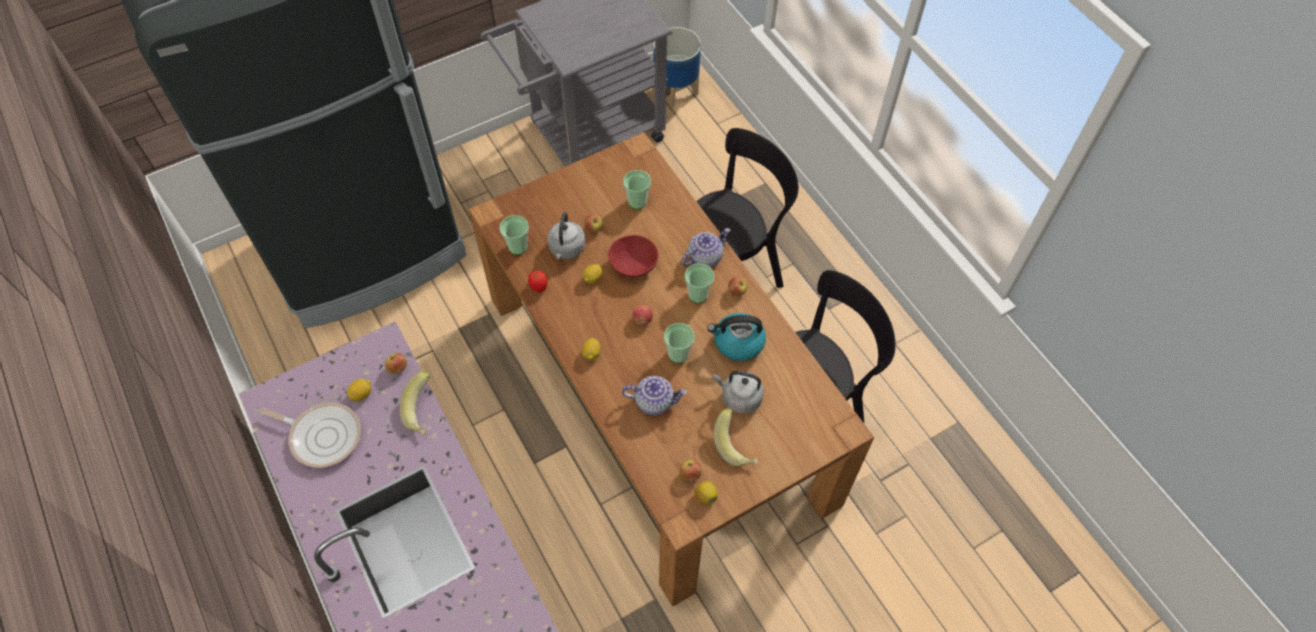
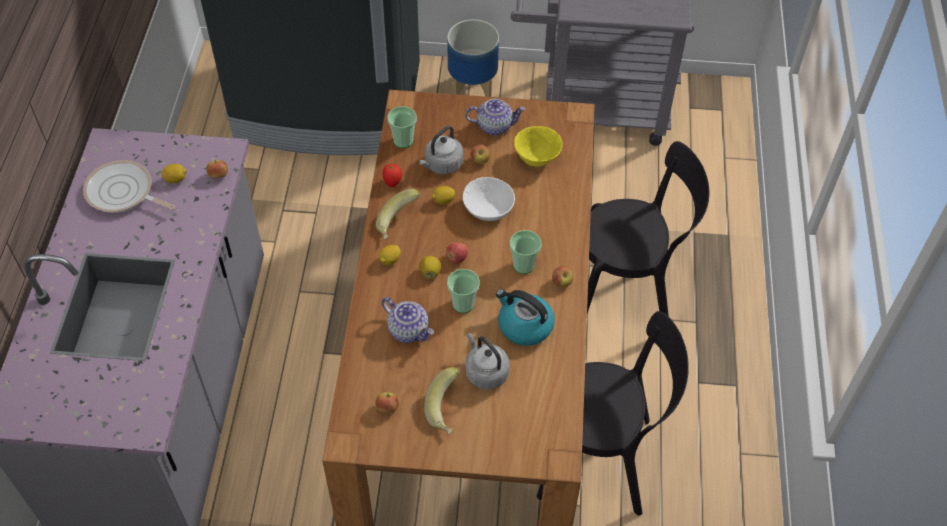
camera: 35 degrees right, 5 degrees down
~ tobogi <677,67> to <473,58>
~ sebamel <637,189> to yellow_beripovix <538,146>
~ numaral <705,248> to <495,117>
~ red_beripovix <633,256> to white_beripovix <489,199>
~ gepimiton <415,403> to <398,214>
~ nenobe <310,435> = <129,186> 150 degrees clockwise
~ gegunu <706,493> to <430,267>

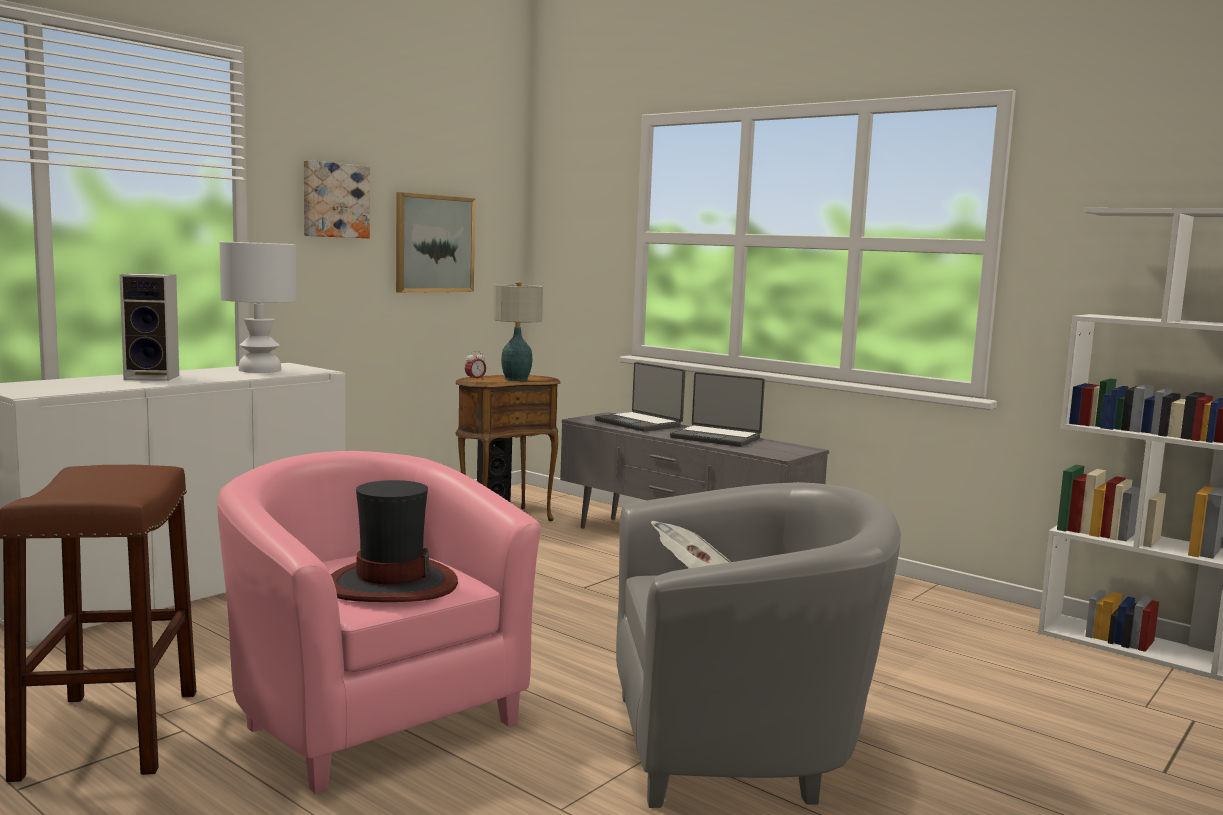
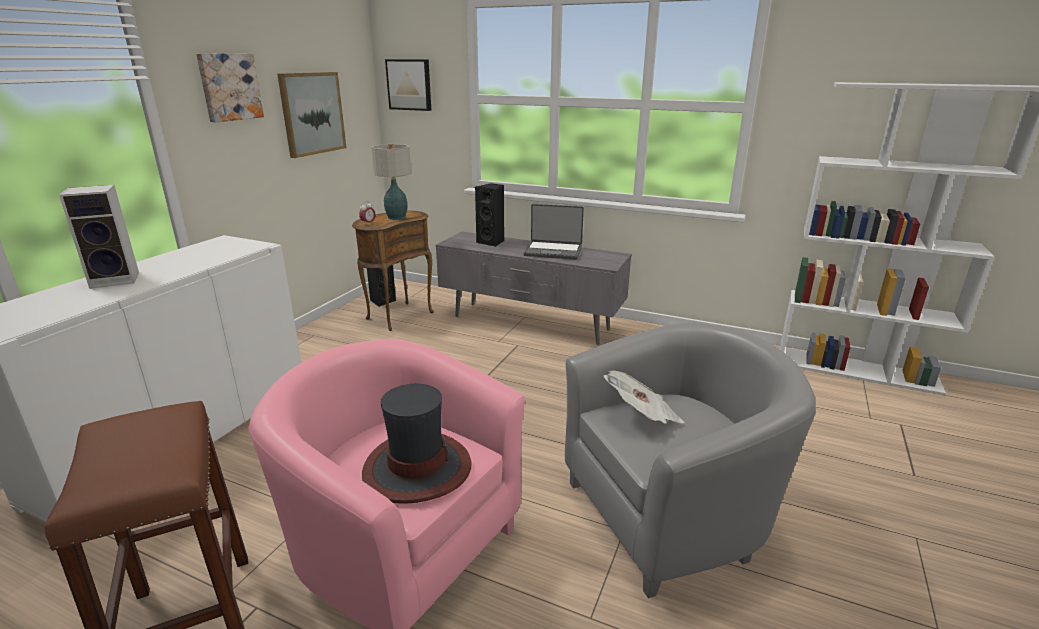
camera: 15 degrees left, 15 degrees up
- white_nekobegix <258,307>
~ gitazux <640,397> to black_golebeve <490,215>
+ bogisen <408,85>

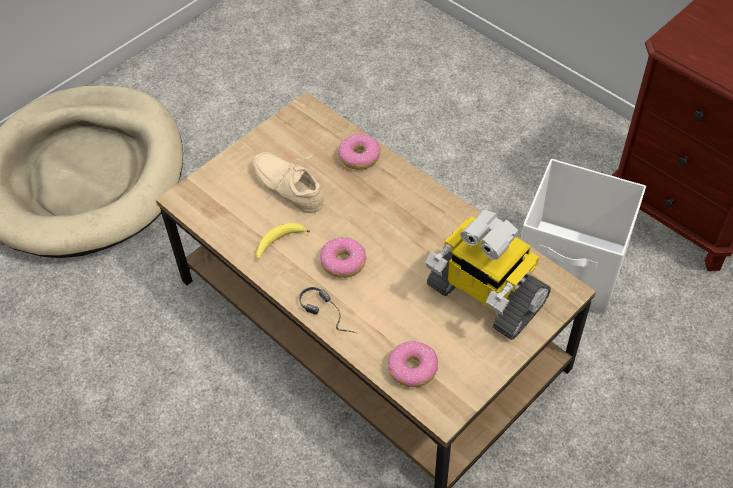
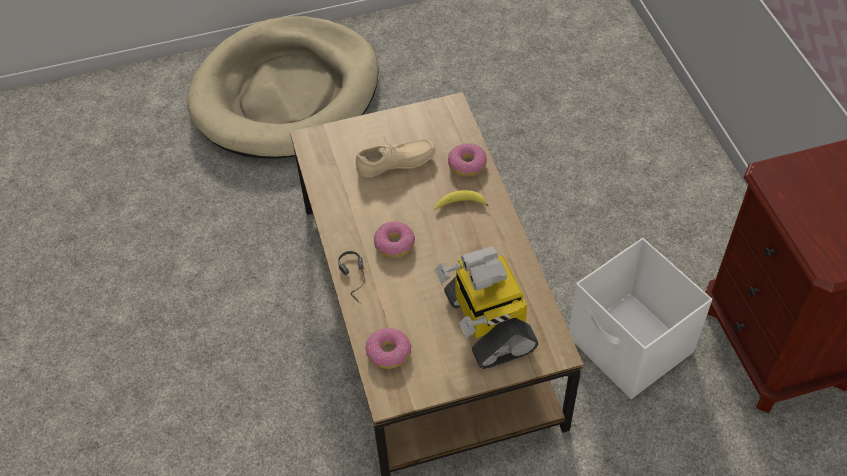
camera: 30 degrees right, 0 degrees up
~ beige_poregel <288,182> = <396,157> 90 degrees clockwise
~ gepimiton <283,241> to <461,200>

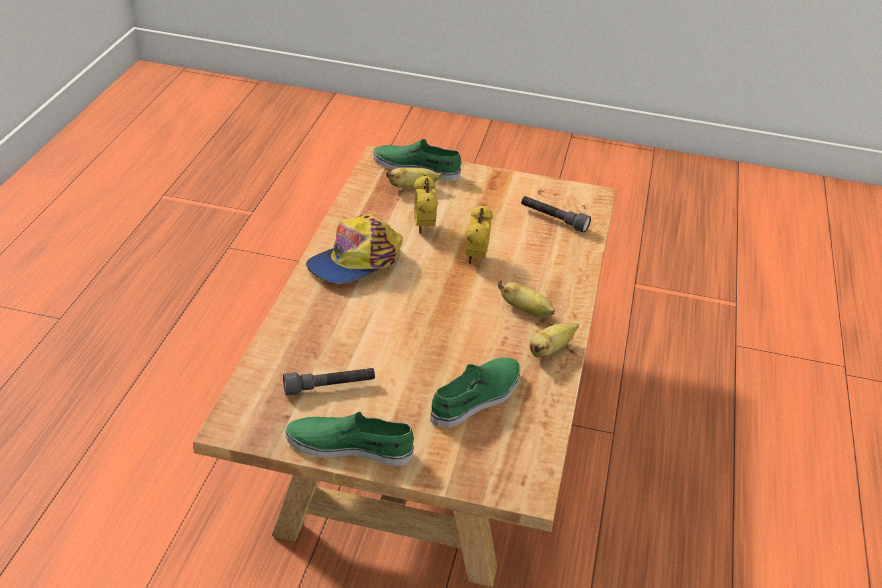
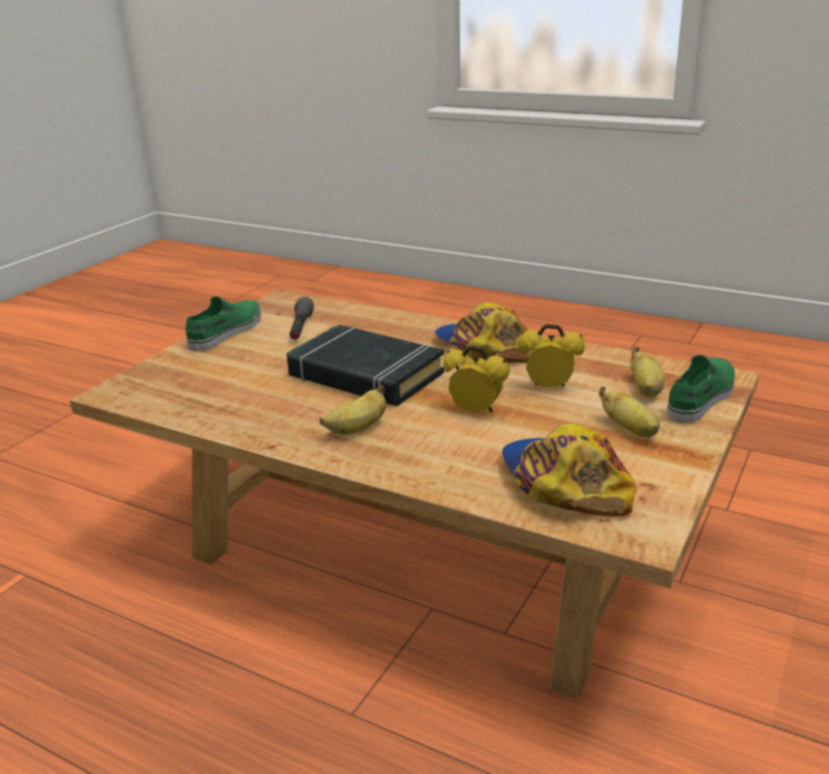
camera: 110 degrees right, 10 degrees down
~ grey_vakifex <556,214> to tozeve <569,470>
~ gepimiton <554,340> to <629,411>
- green_poregel <475,393>
+ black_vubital <365,365>

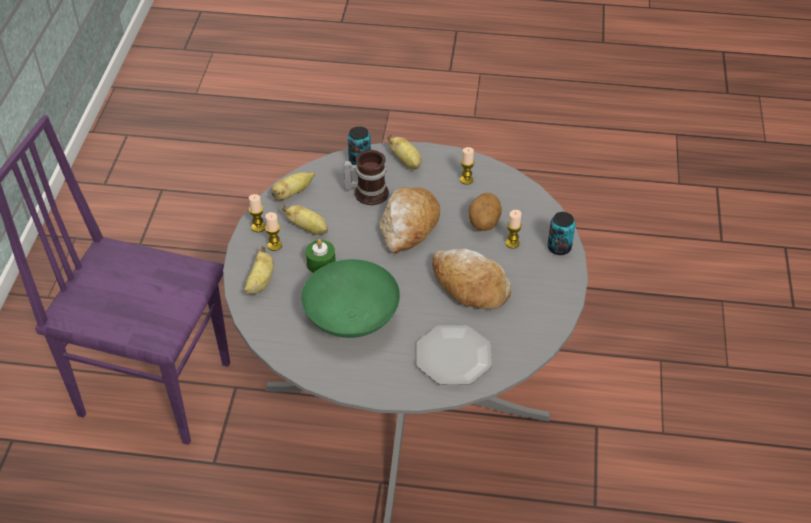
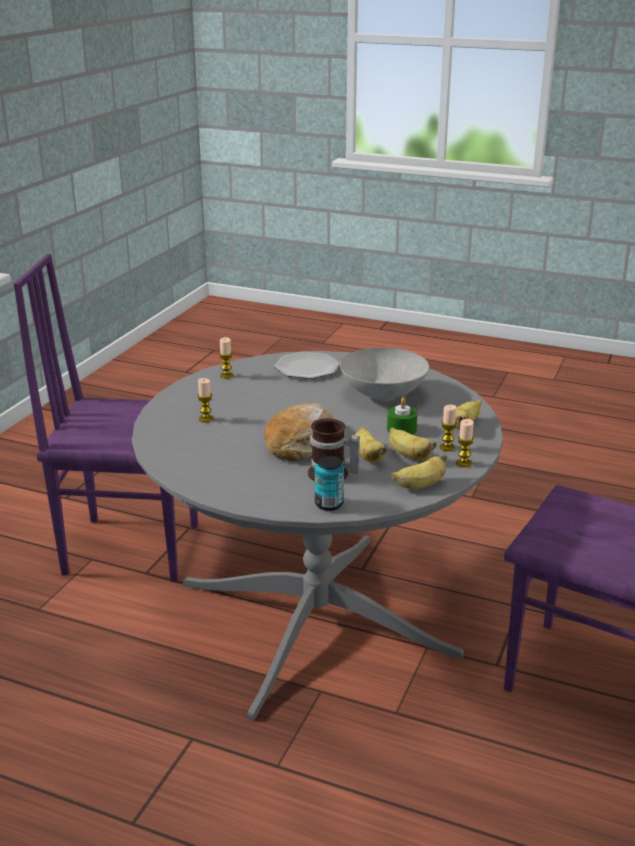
camera: 165 degrees left, 20 degrees down
~ gepimiton <404,151> to <371,444>
~ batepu <467,166> to <226,358>
- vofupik <485,212>
- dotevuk <561,233>
- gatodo <471,279>
~ green_beripovix <350,298> to grey_beripovix <384,374>
+ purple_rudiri <105,418>

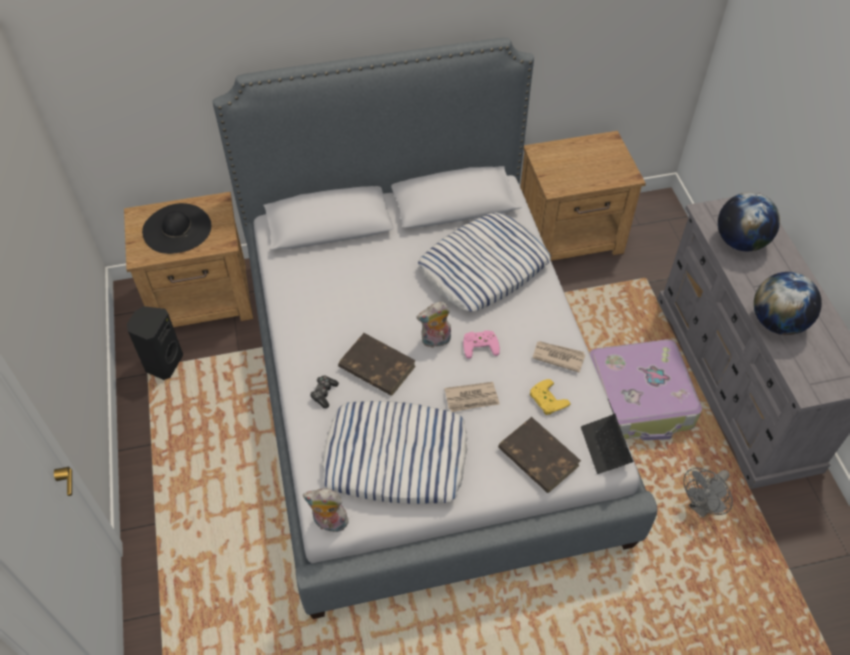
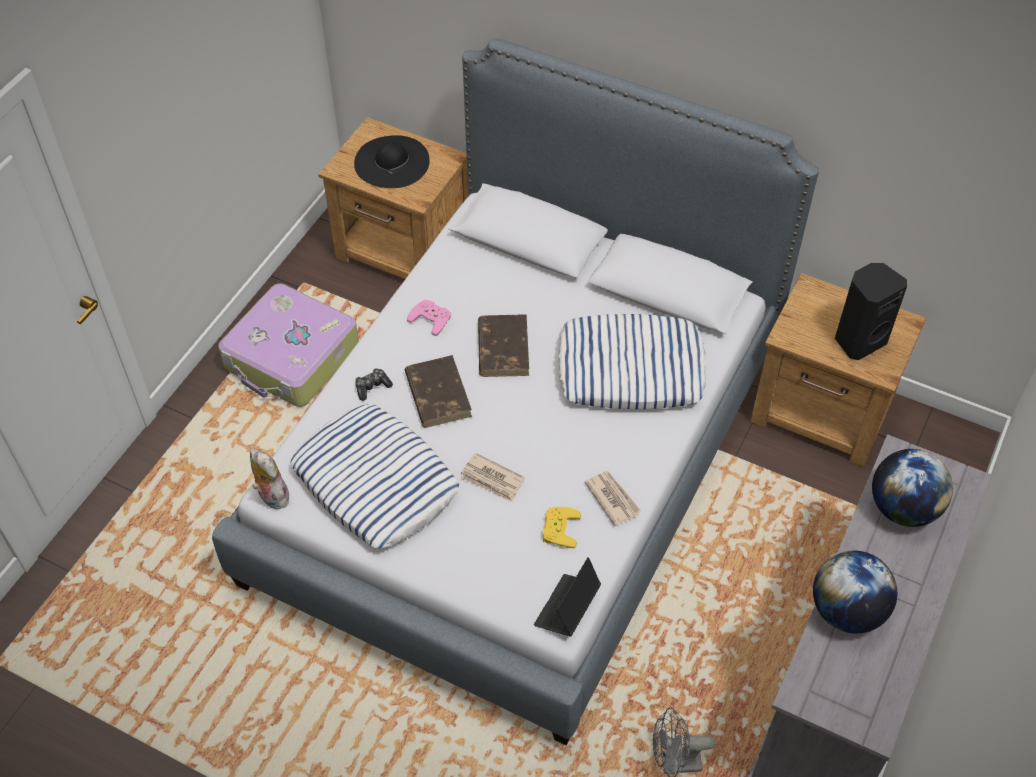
camera: 40 degrees right, 0 degrees up
- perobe <434,325>
~ black_golebeve <155,343> to <871,311>
~ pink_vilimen <481,344> to <429,318>
~ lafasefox <645,389> to <288,345>
~ brown_vubital <539,455> to <503,345>

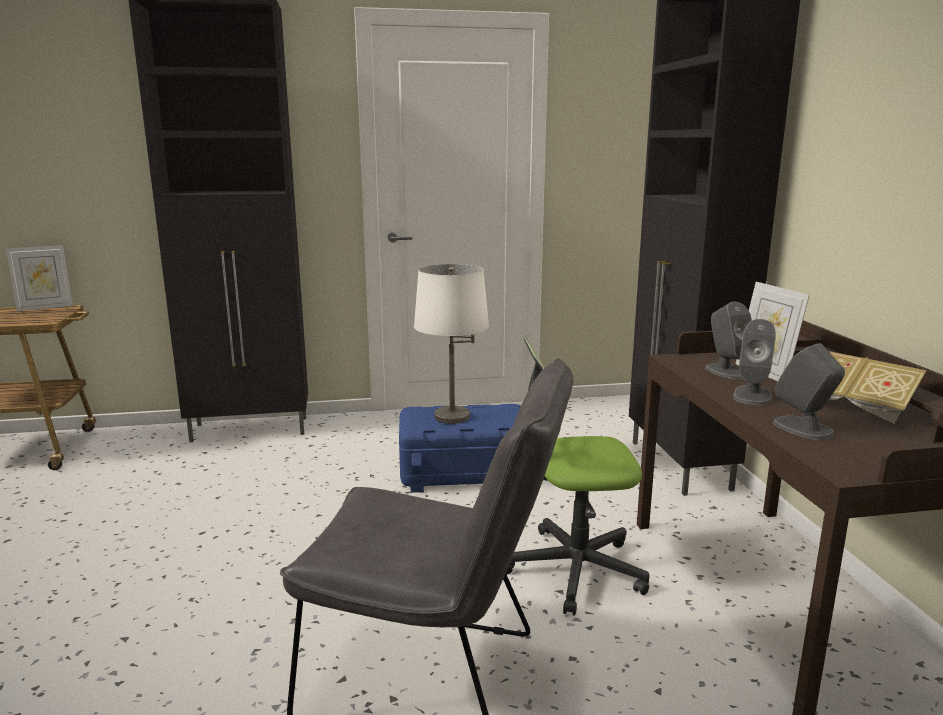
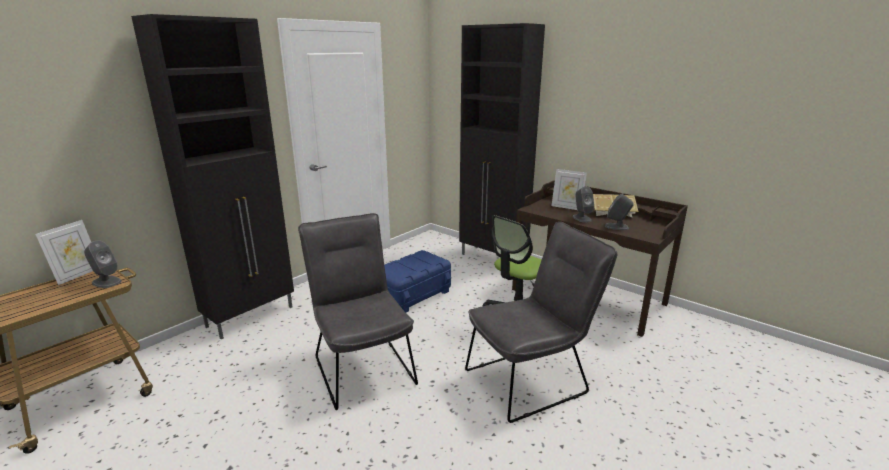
camera: 40 degrees left, 5 degrees up
- white_nekobegix <451,344>
~ grey_golebeve <728,340> to <103,264>
+ grey_rudiri <358,311>

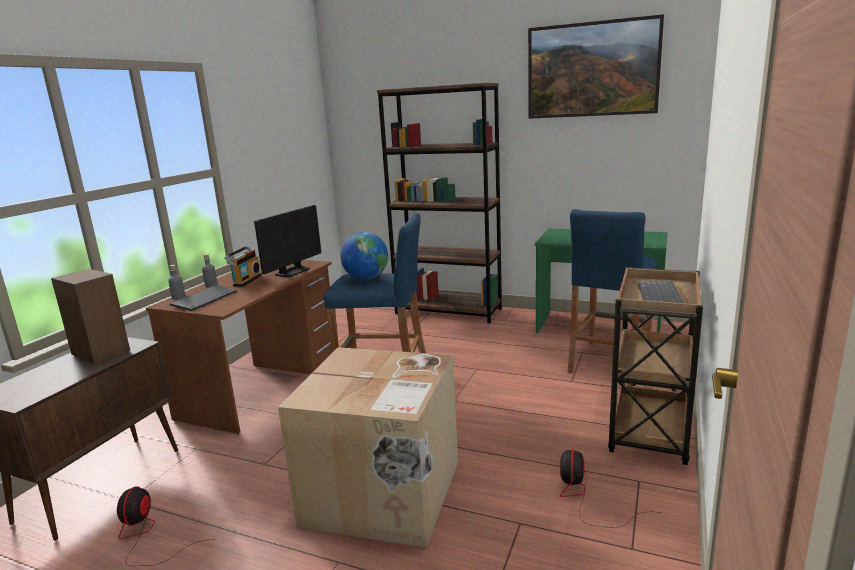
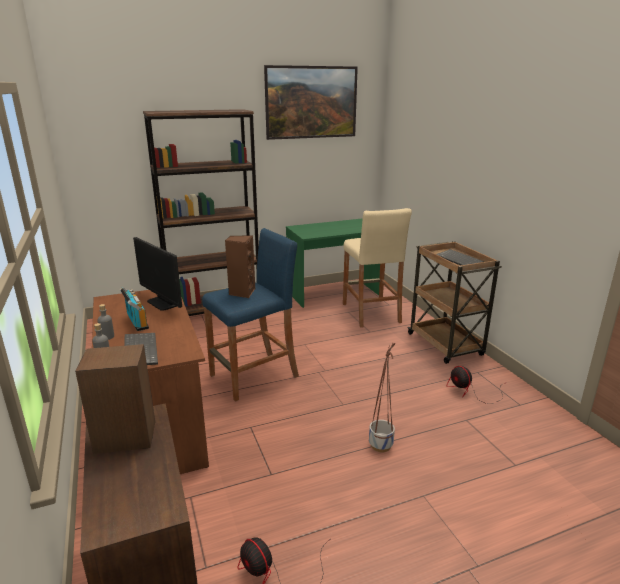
camera: 45 degrees left, 5 degrees up
~ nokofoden <287,241> = <157,274> 150 degrees clockwise
~ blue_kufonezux <612,297> to beige_kufonezux <377,268>
~ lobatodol <364,256> to brown_golebeve <240,266>
~ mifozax <368,447> to tobogi <382,397>

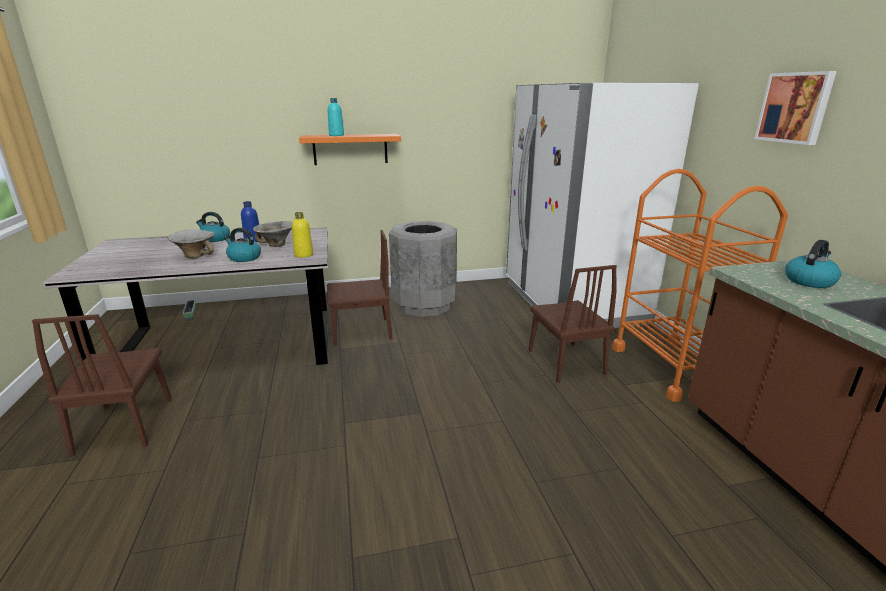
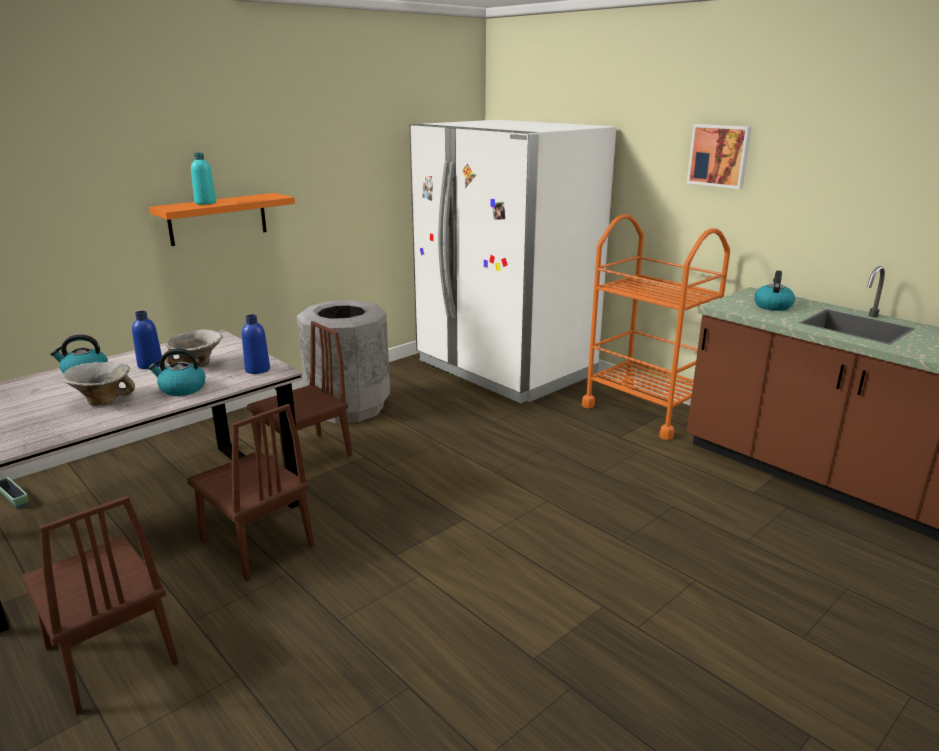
camera: 30 degrees left, 0 degrees up
~ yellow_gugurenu <302,235> to blue_gugurenu <256,344>
~ brown_rudiri <572,324> to <250,492>

